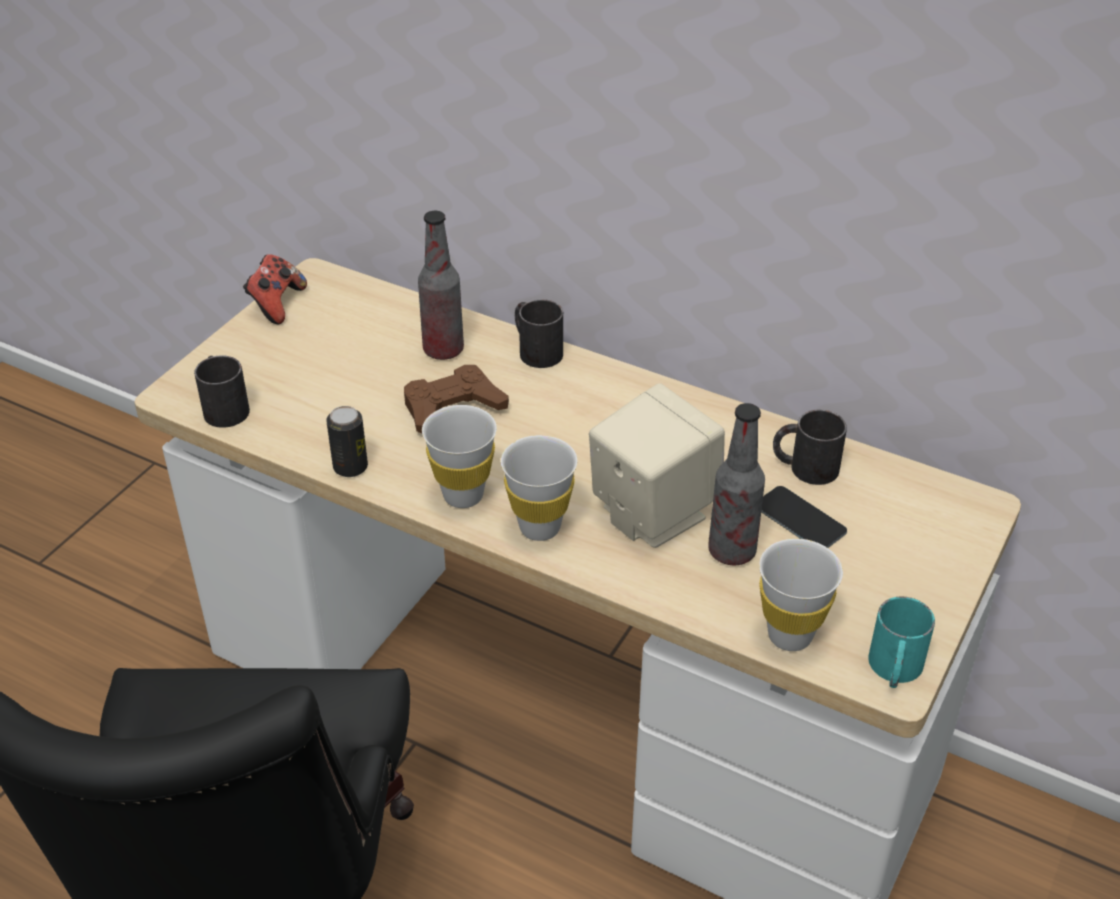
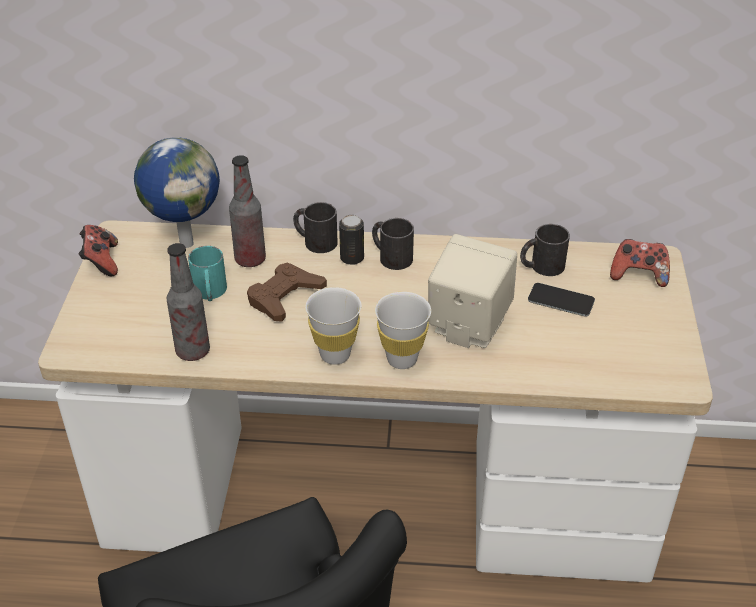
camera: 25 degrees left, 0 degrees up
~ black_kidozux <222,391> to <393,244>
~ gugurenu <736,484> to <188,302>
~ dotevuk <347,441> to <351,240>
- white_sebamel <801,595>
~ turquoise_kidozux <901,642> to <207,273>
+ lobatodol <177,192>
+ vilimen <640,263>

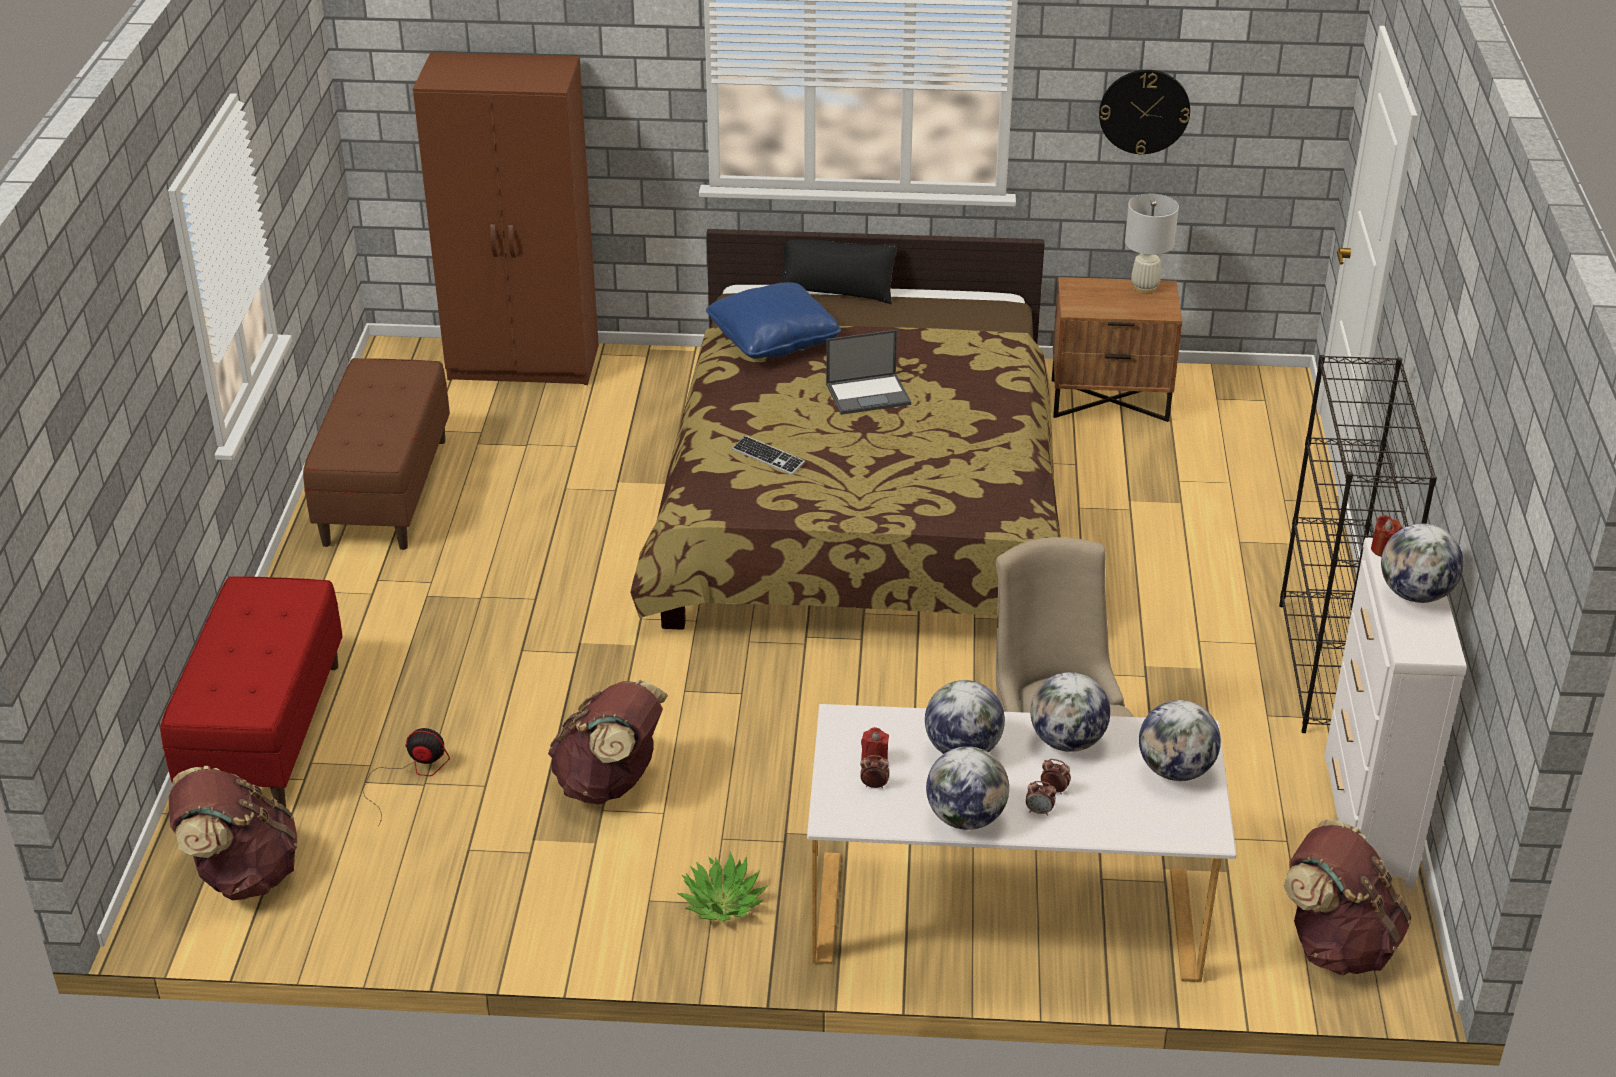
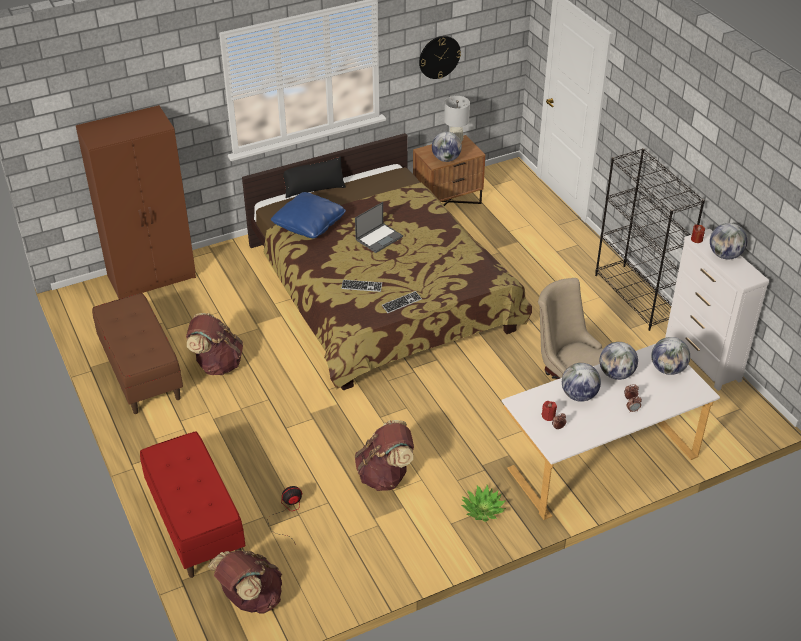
camera: 30 degrees left, 5 degrees up
~ lobatodol <967,788> to <447,147>
~ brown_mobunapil <1347,897> to <214,344>
+ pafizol <402,302>

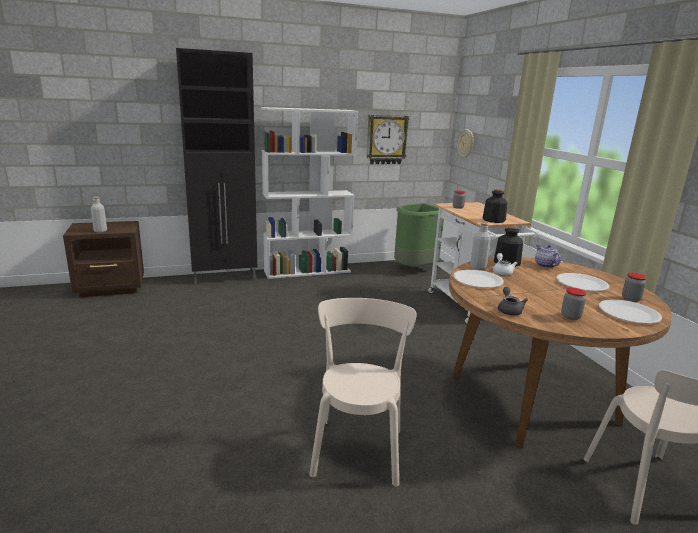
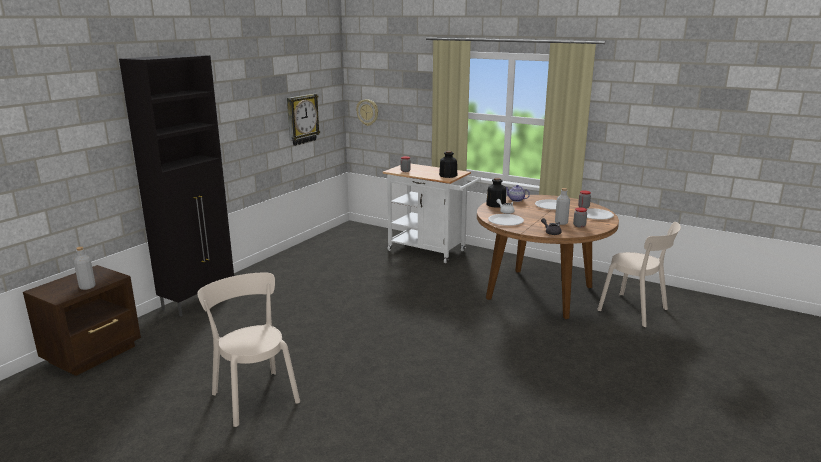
camera: 40 degrees left, 0 degrees up
- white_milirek <309,193>
- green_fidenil <419,235>
~ grey_gugurenu <480,246> to <562,206>
~ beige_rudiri <363,392> to <248,350>

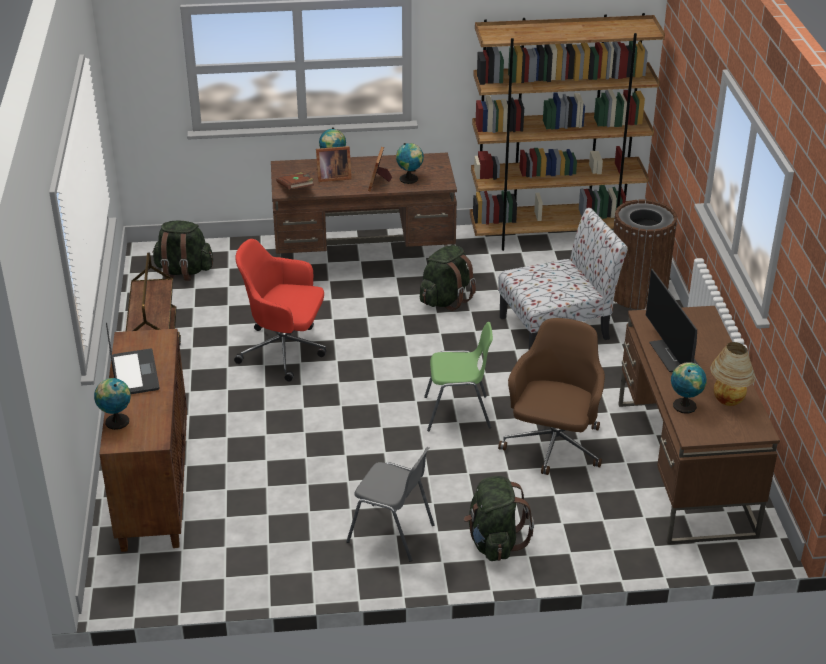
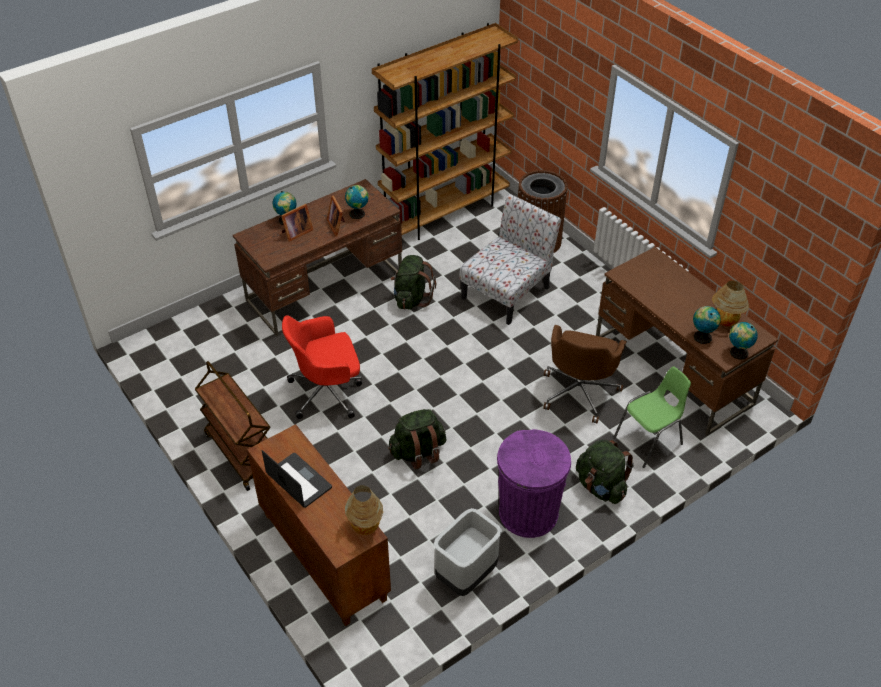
camera: 30 degrees left, 10 degrees up
- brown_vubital <295,181>
~ green_mobunapil <182,250> to <417,439>
- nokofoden <672,320>
~ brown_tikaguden <551,396> = <585,374> 150 degrees counterclockwise
~ green_rudiri <458,376> to <652,417>
~ lobatodol <112,404> to <743,341>
~ grey_rudiri <390,504> to purple_fidenil <534,483>
+ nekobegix <364,510>
+ grey_fidenil <467,552>

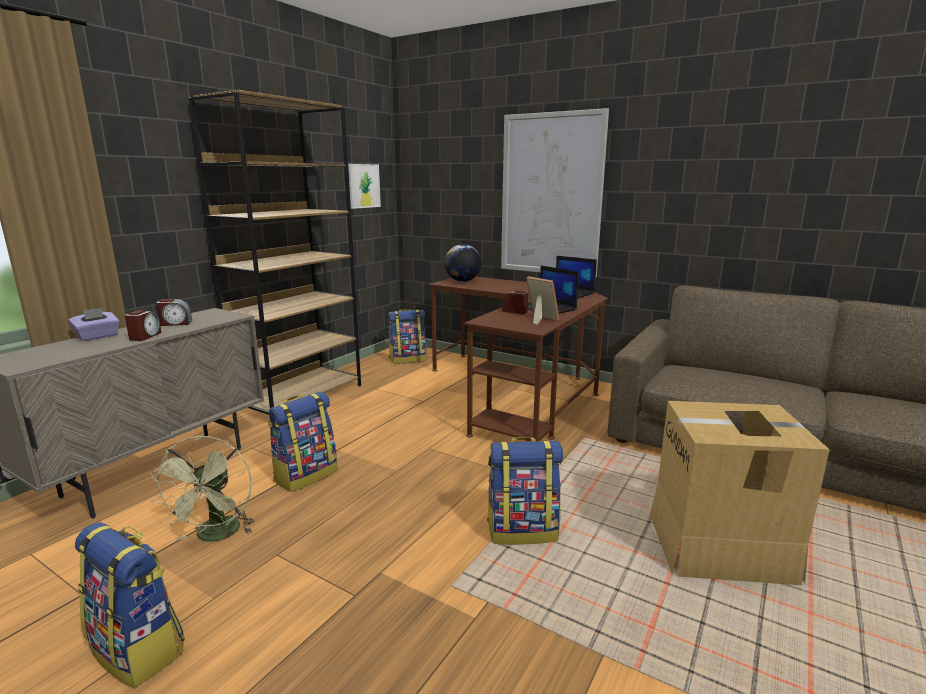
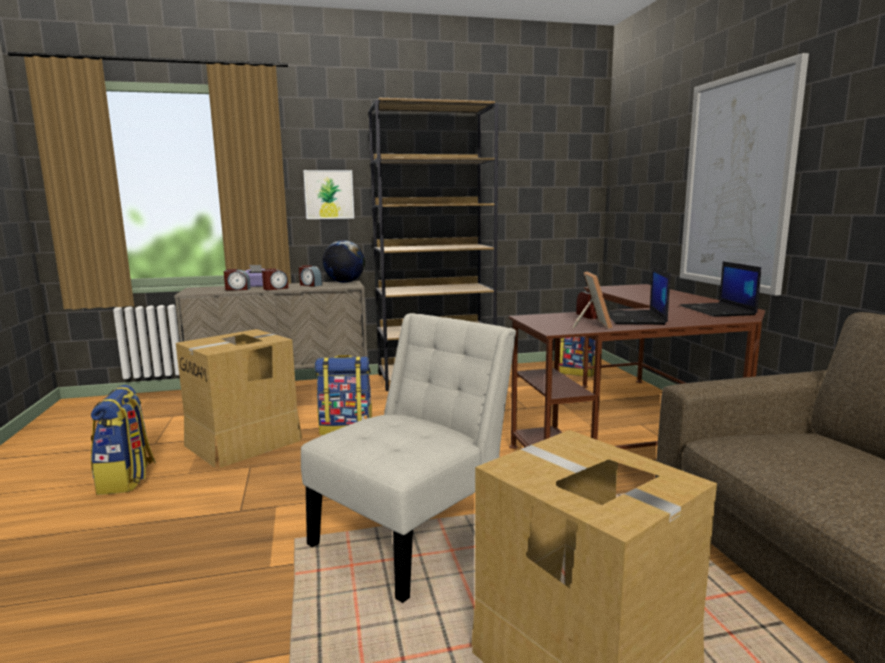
camera: 45 degrees right, 5 degrees down
~ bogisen <364,186> to <328,194>
~ lobatodol <463,263> to <343,261>
~ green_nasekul <202,488> to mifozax <239,398>
~ mobunapil <525,491> to white_rudiri <408,458>
+ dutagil <237,280>

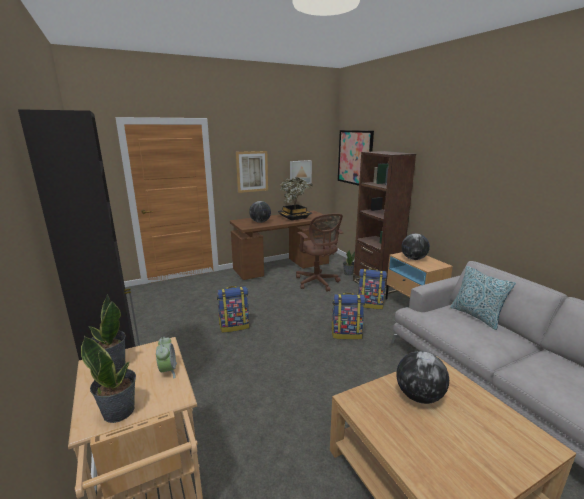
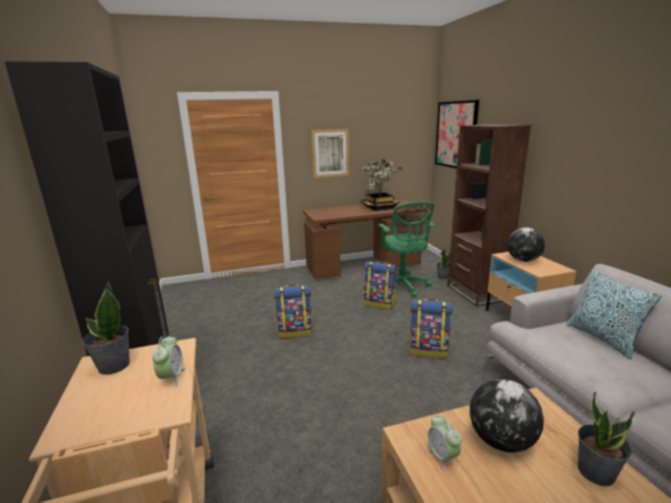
camera: 10 degrees right, 0 degrees up
- bogisen <301,172>
- lobatodol <260,212>
~ brown_tikaguden <320,252> to green_tikaguden <407,249>
~ mobunapil <372,288> to <380,285>
~ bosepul <108,379> to <606,439>
+ dutagil <444,443>

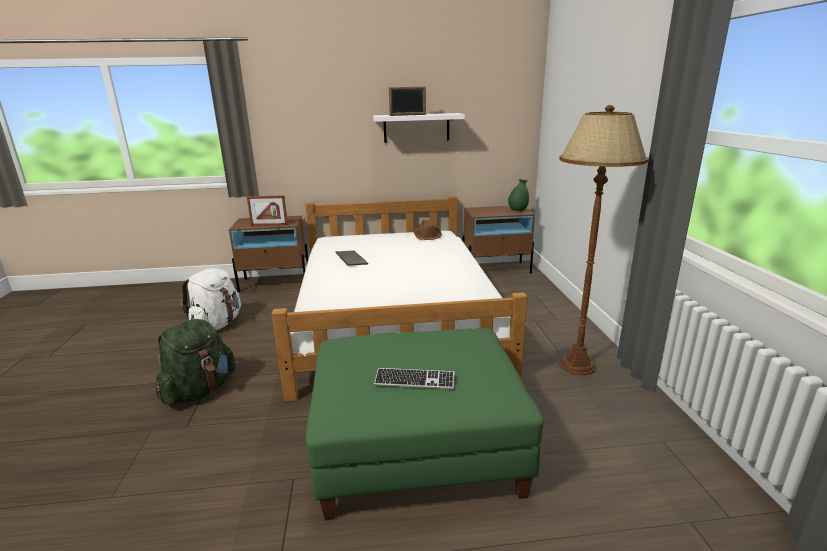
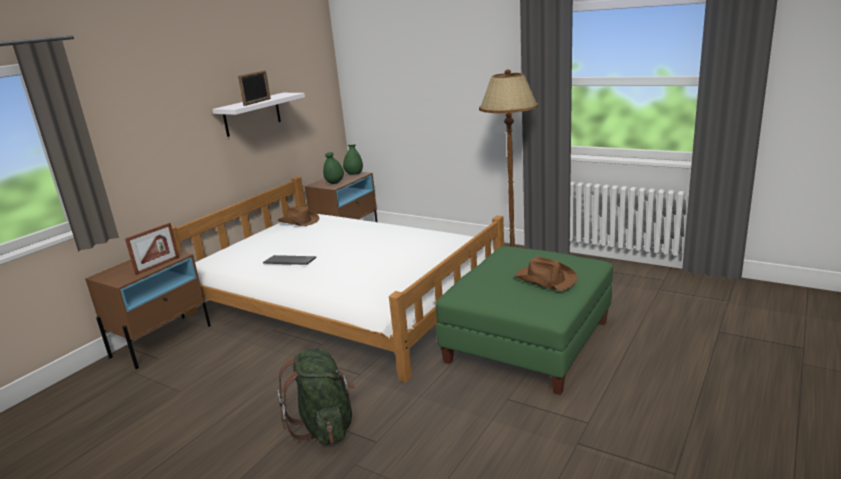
camera: 50 degrees left, 0 degrees up
- white_mobunapil <211,299>
~ pafizol <414,378> to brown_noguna <546,273>
+ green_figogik <333,168>

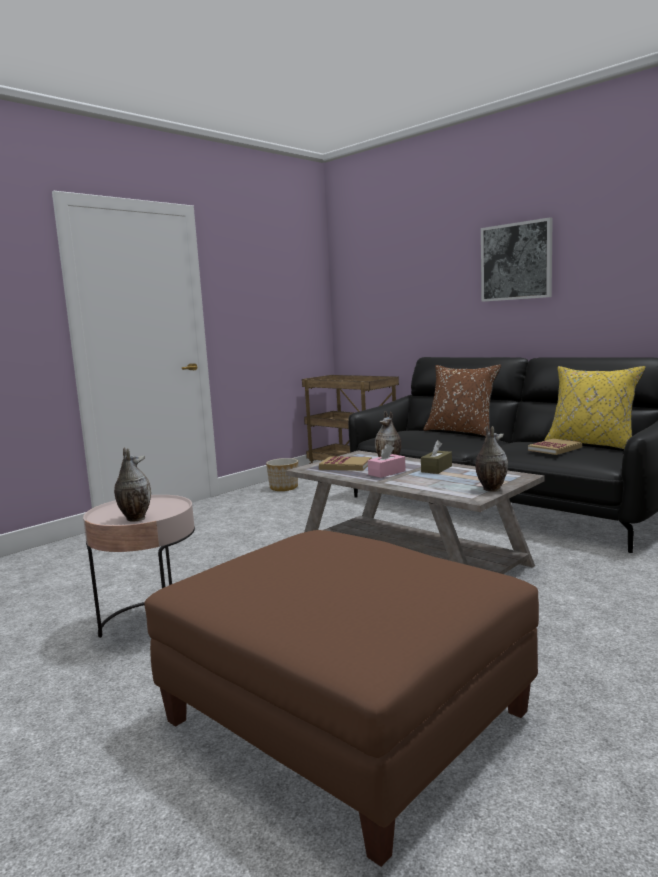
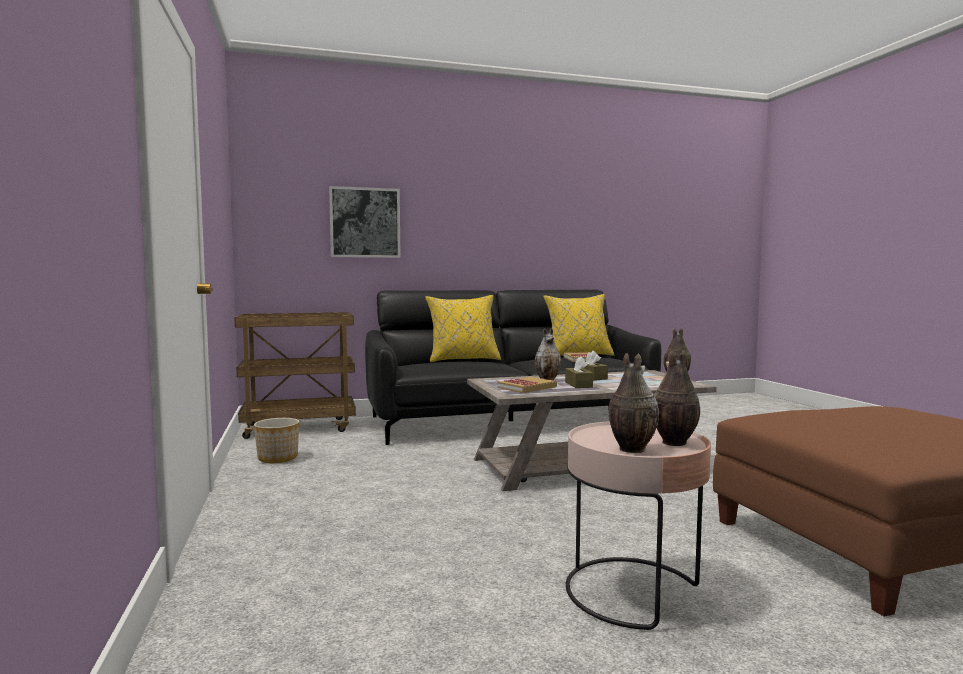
camera: 60 degrees left, 5 degrees down
~ bogisen <517,259> to <365,222>
~ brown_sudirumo <462,401> to yellow_sudirumo <463,328>
~ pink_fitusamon <387,461> to brown_fitusamon <579,372>
+ figogik <633,403>

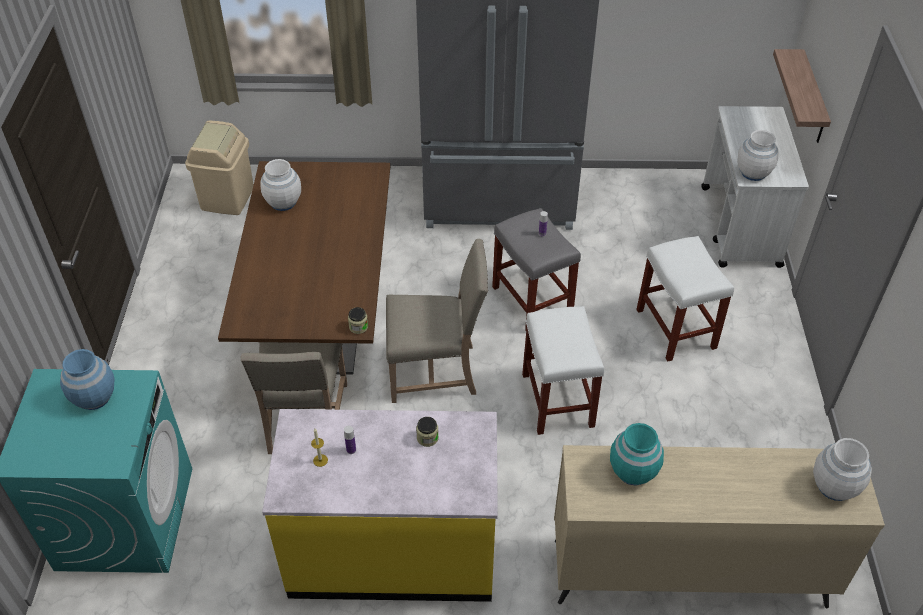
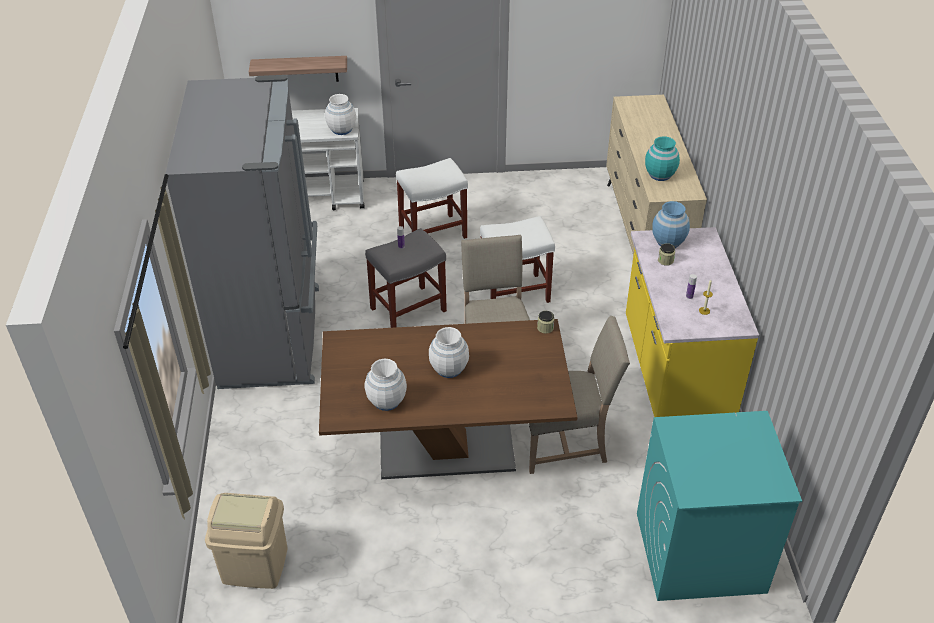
camera: 95 degrees left, 5 degrees down
~ blue_figogik <87,379> to <671,224>
~ white_figogik <842,469> to <449,352>

